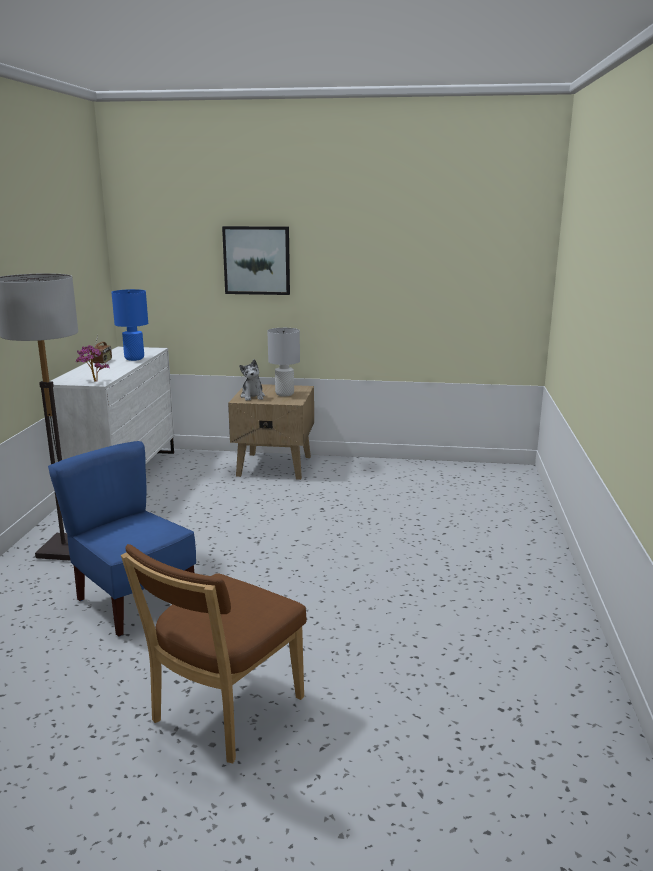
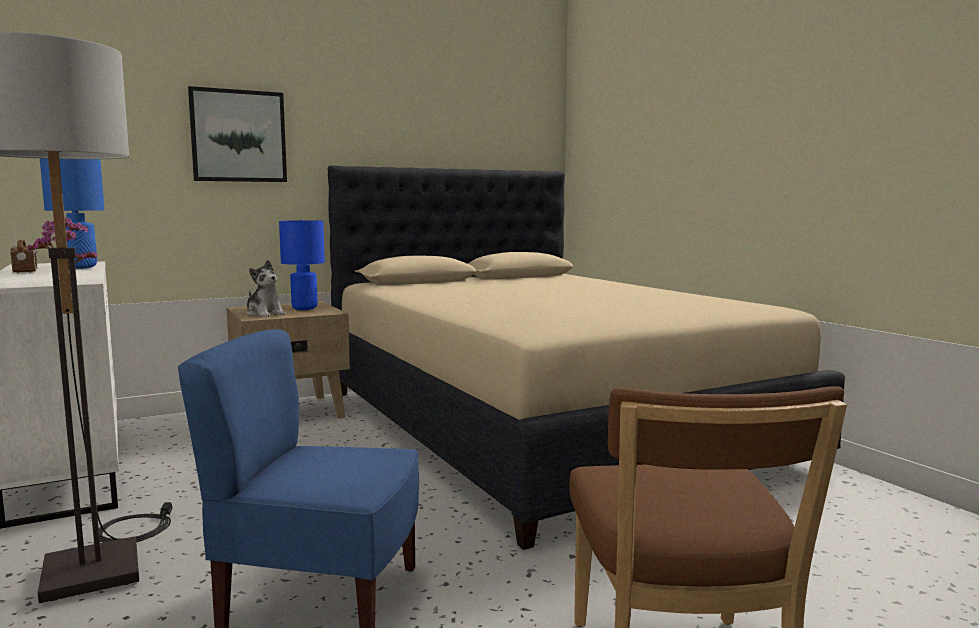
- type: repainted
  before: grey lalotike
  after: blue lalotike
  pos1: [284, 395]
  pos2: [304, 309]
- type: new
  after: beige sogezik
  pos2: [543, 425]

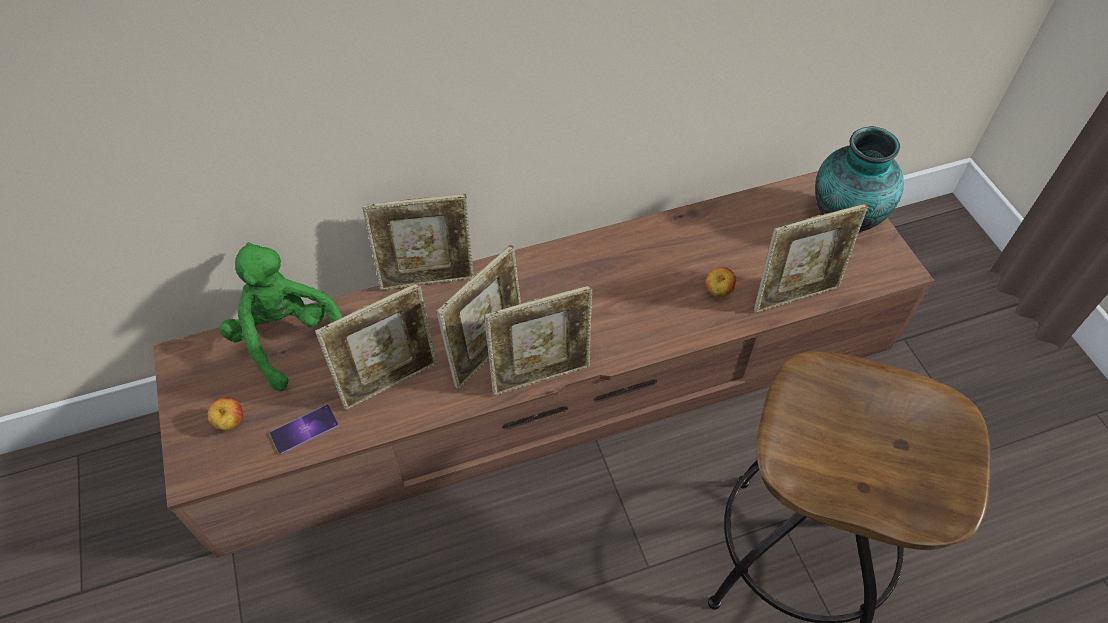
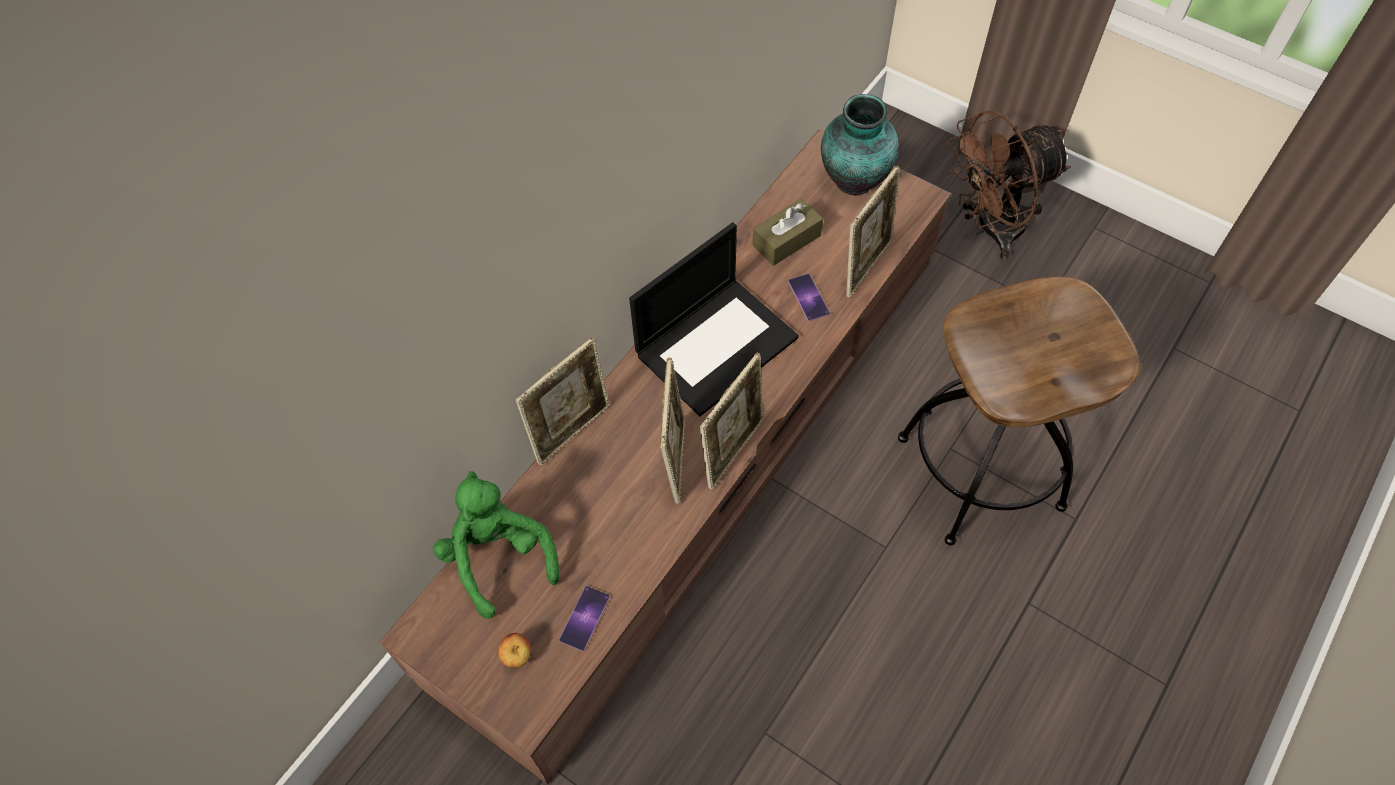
- type: rotated
  before: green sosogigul
  pos1: [288, 338]
  pos2: [498, 557]
  turn: 45
- type: swapped
  before: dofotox
  after: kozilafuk
  pos1: [718, 292]
  pos2: [808, 297]
- type: gone
  before: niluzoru
  pos1: [390, 381]
- type: new
  after: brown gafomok
  pos2: [989, 229]
- type: new
  after: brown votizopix
  pos2: [786, 240]
- type: new
  after: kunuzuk
  pos2: [716, 344]

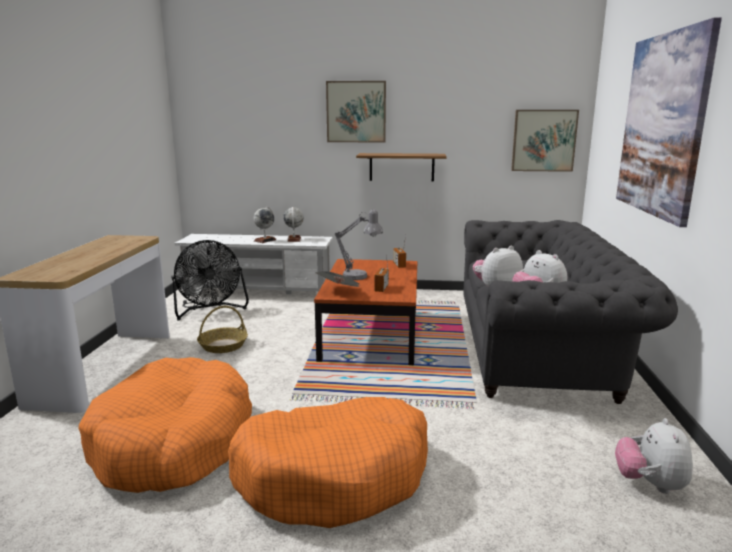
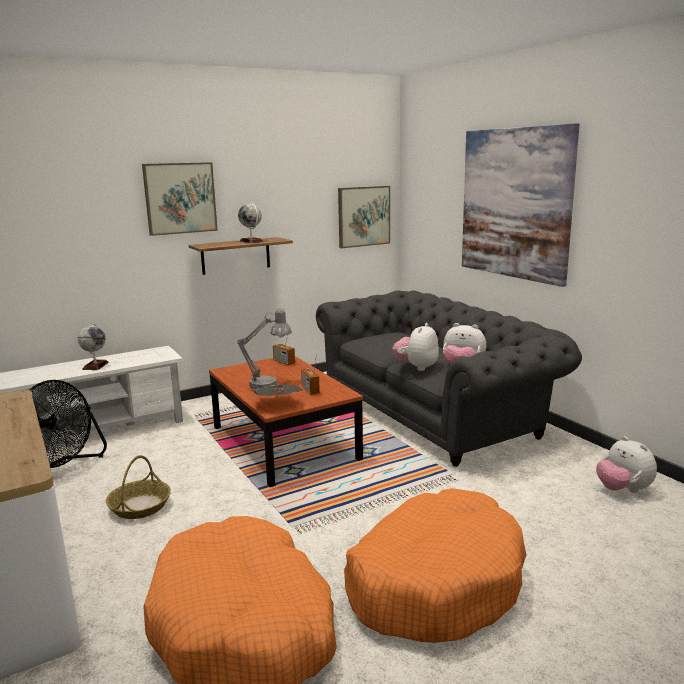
- type: shifted
  before: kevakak
  pos1: [294, 239]
  pos2: [251, 241]

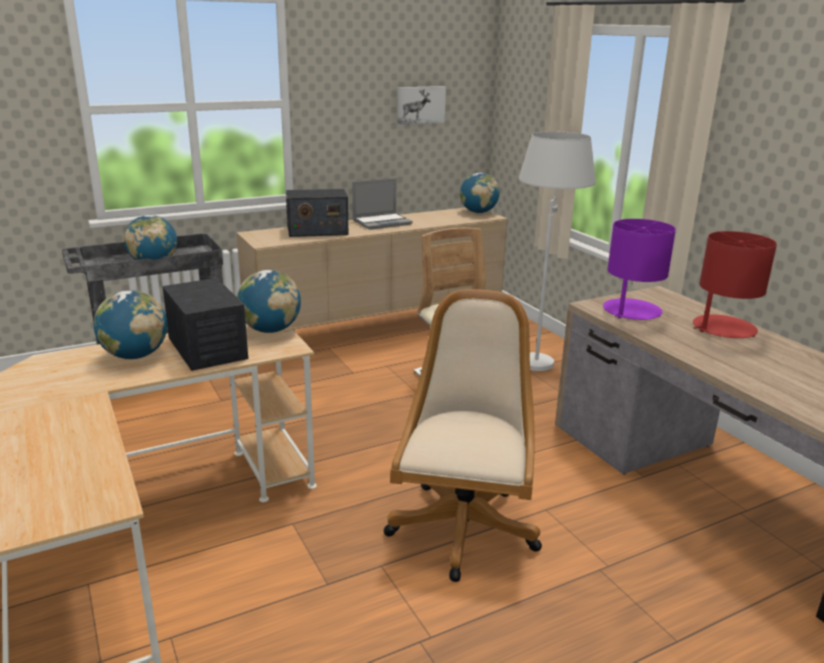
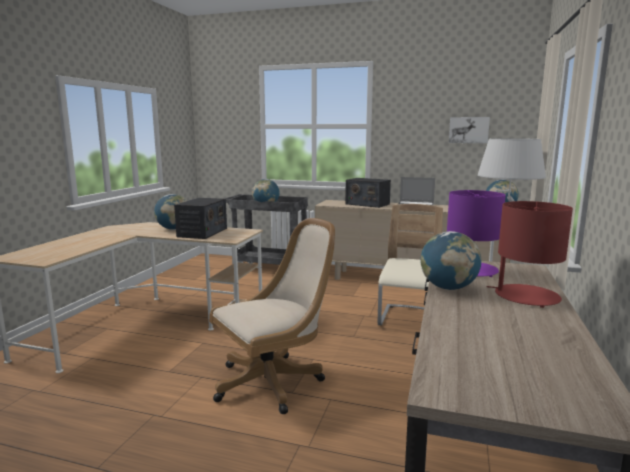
- type: shifted
  before: kevakak
  pos1: [270, 330]
  pos2: [448, 288]

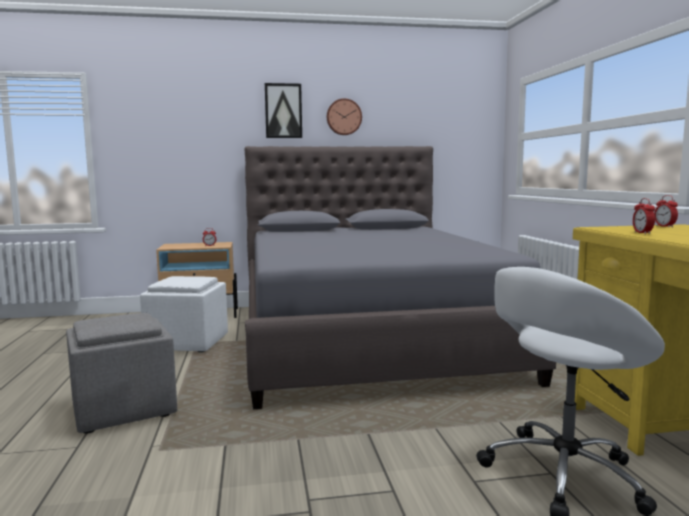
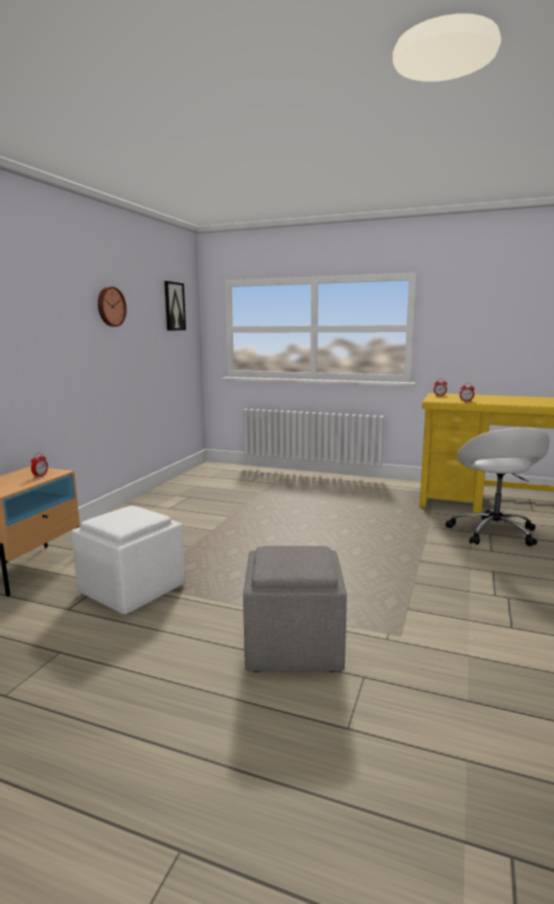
- type: shifted
  before: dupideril
  pos1: [283, 111]
  pos2: [174, 306]
- type: gone
  before: grey sogezik
  pos1: [366, 337]

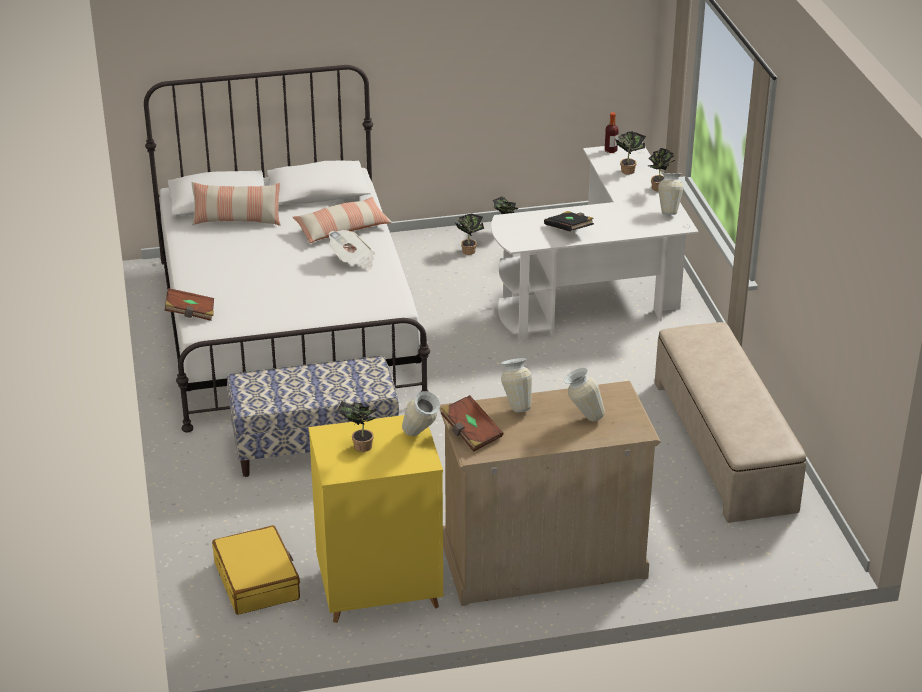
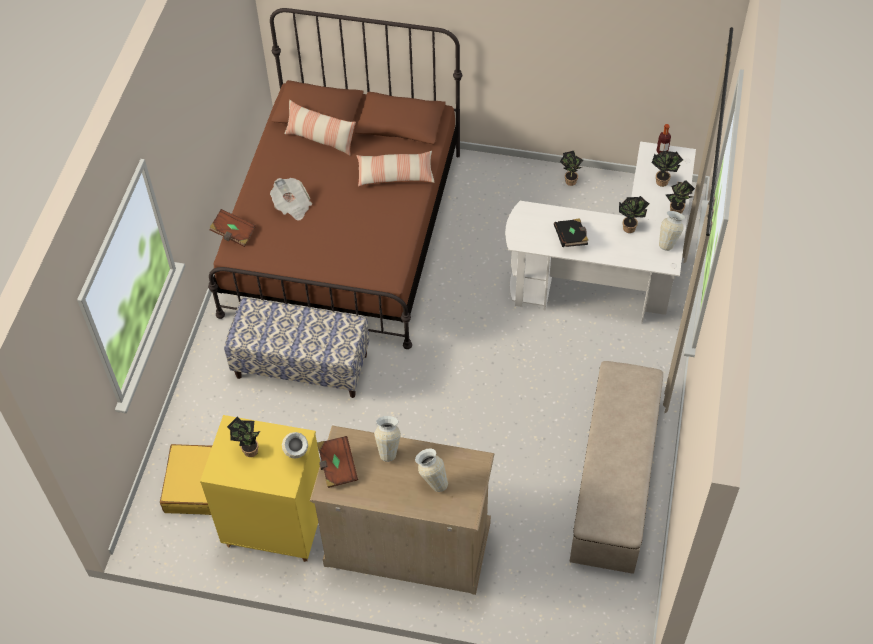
- type: repainted
  before: white sogezik
  after: brown sogezik
  pos1: [287, 327]
  pos2: [344, 232]
- type: shifted
  before: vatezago
  pos1: [469, 250]
  pos2: [630, 227]
- type: shifted
  before: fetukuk
  pos1: [352, 260]
  pos2: [292, 206]

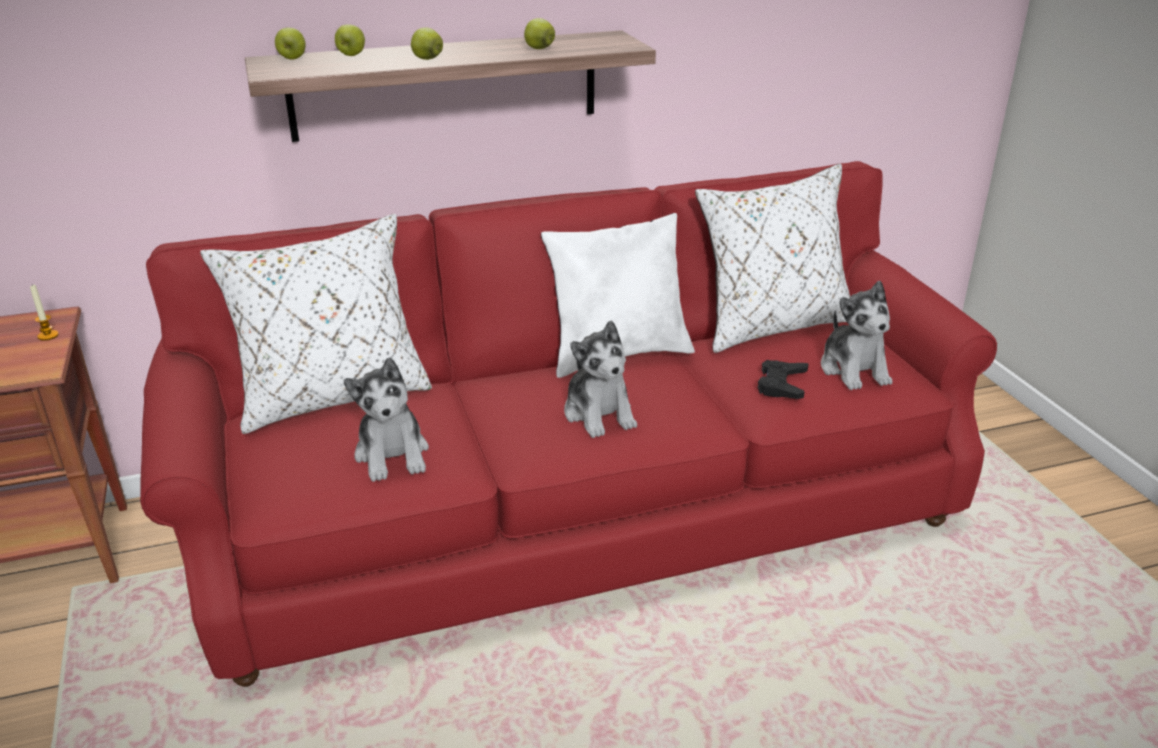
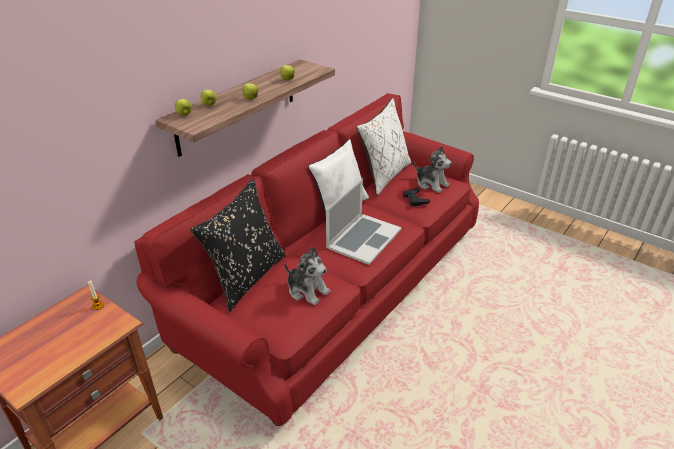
- type: repainted
  before: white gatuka
  after: black gatuka
  pos1: [332, 397]
  pos2: [246, 277]
- type: swapped
  before: sosogigul
  after: kunuzuk
  pos1: [599, 414]
  pos2: [363, 238]

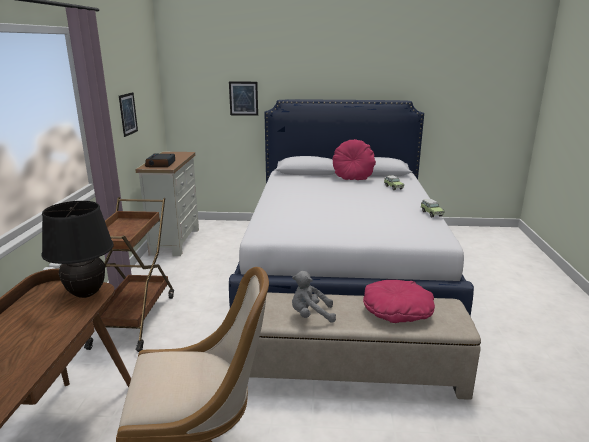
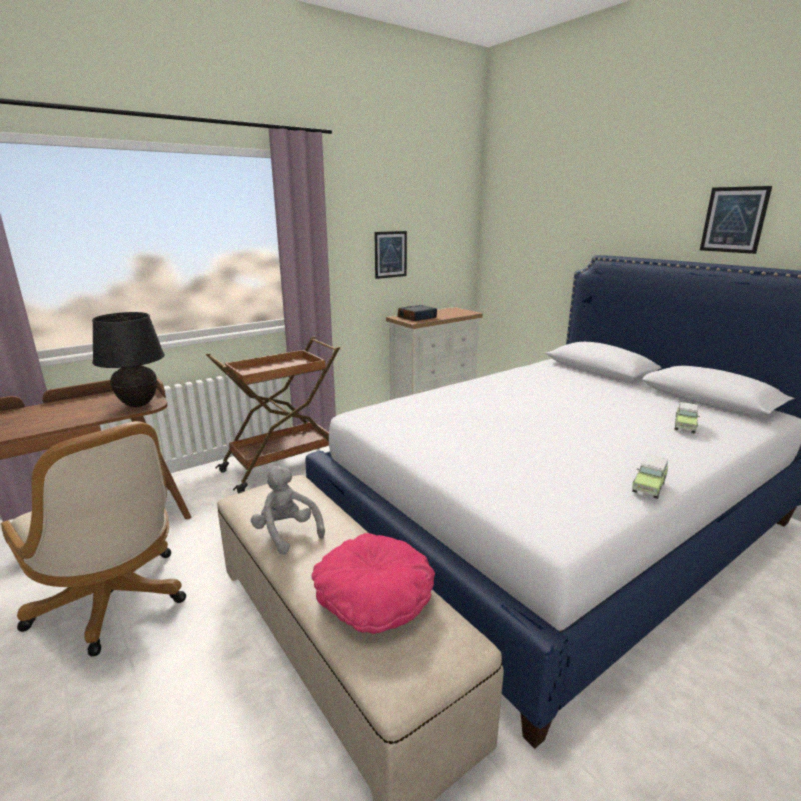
- type: shifted
  before: dupideril
  pos1: [243, 98]
  pos2: [734, 220]
- type: gone
  before: pink gatuka
  pos1: [353, 179]

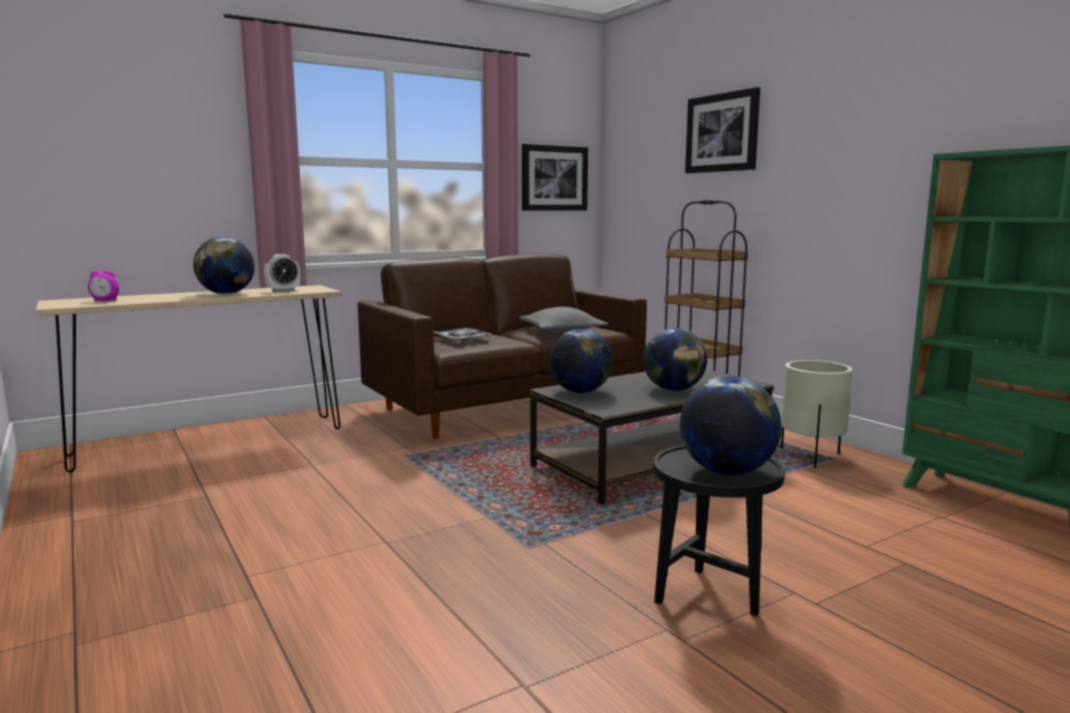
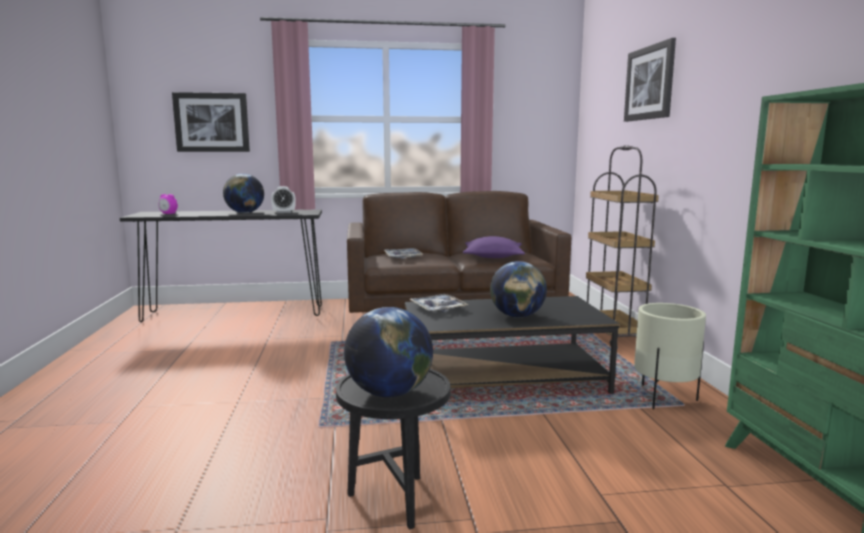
- type: shifted
  before: dupideril
  pos1: [554, 178]
  pos2: [212, 122]
- type: repainted
  before: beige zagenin
  after: black zagenin
  pos1: [211, 441]
  pos2: [234, 313]
- type: repainted
  before: grey gatuka
  after: purple gatuka
  pos1: [562, 331]
  pos2: [493, 257]
- type: swapped
  before: kevakak
  after: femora
  pos1: [580, 392]
  pos2: [438, 308]

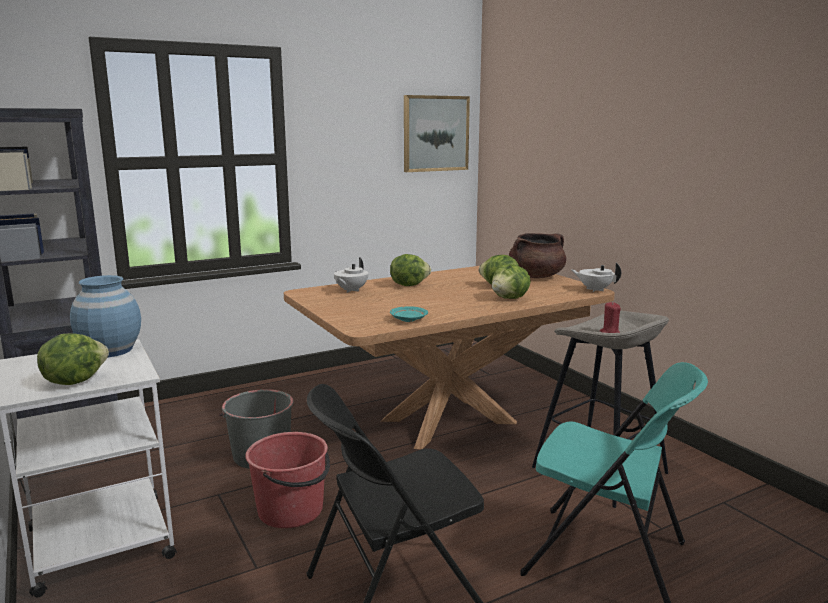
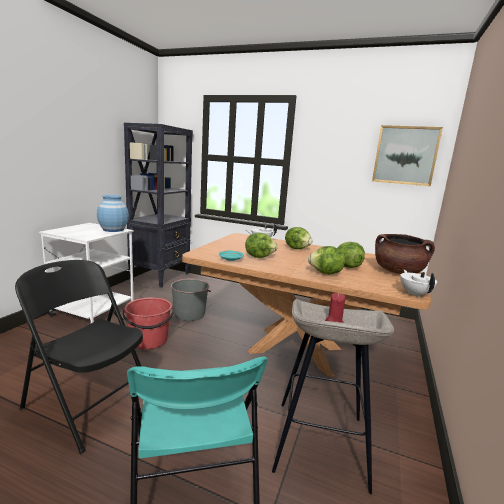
- type: shifted
  before: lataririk
  pos1: [74, 381]
  pos2: [259, 256]

